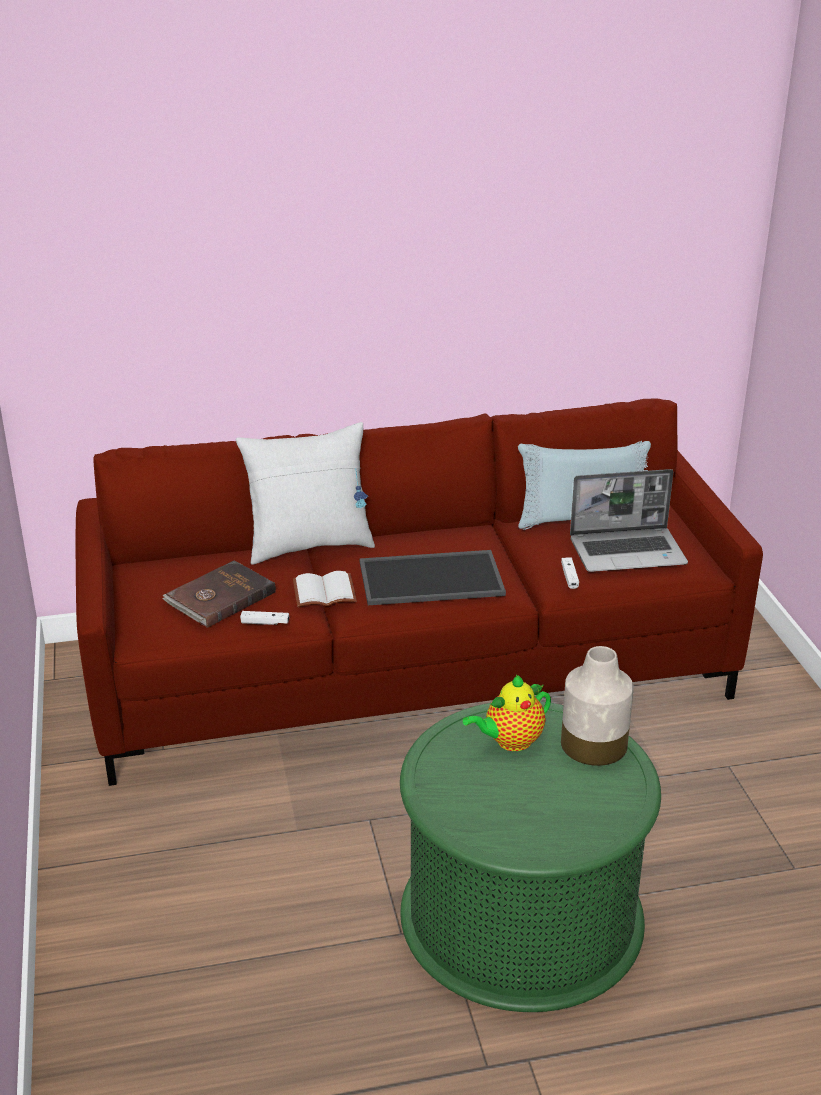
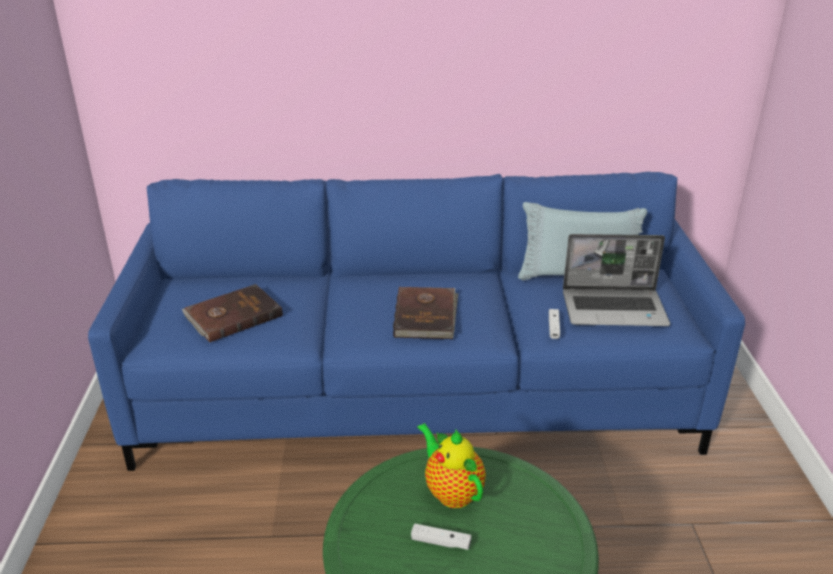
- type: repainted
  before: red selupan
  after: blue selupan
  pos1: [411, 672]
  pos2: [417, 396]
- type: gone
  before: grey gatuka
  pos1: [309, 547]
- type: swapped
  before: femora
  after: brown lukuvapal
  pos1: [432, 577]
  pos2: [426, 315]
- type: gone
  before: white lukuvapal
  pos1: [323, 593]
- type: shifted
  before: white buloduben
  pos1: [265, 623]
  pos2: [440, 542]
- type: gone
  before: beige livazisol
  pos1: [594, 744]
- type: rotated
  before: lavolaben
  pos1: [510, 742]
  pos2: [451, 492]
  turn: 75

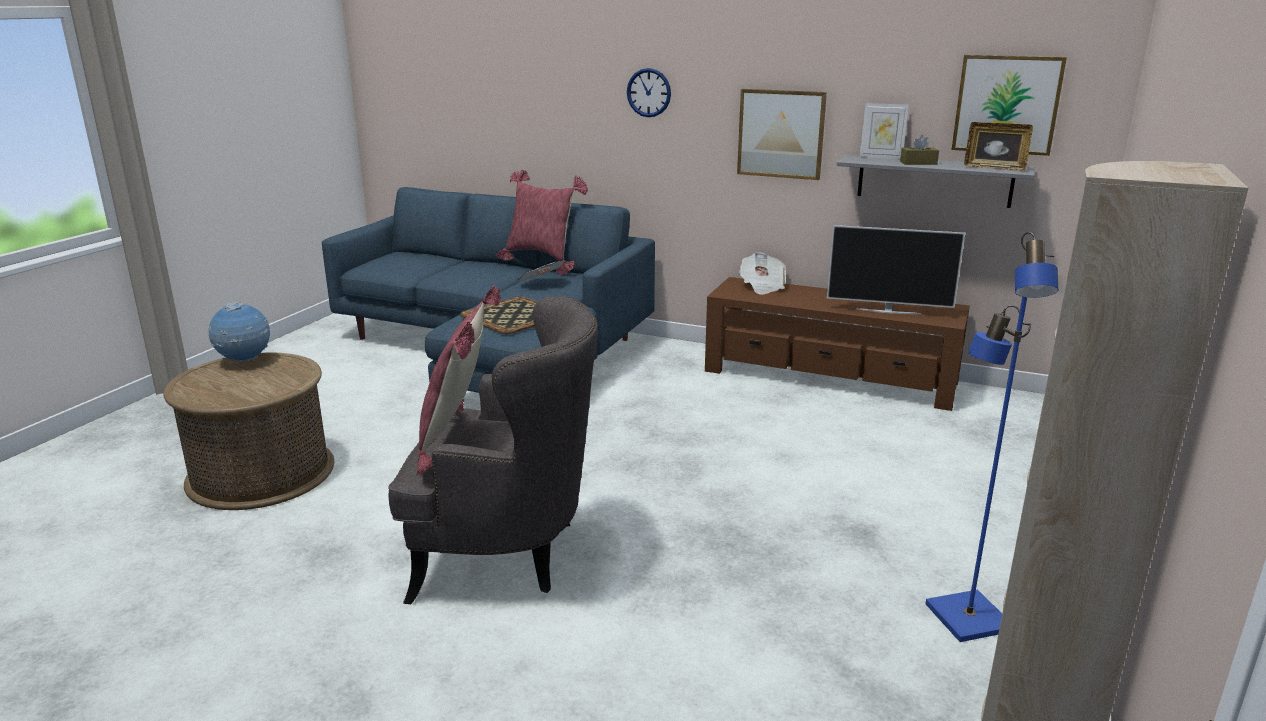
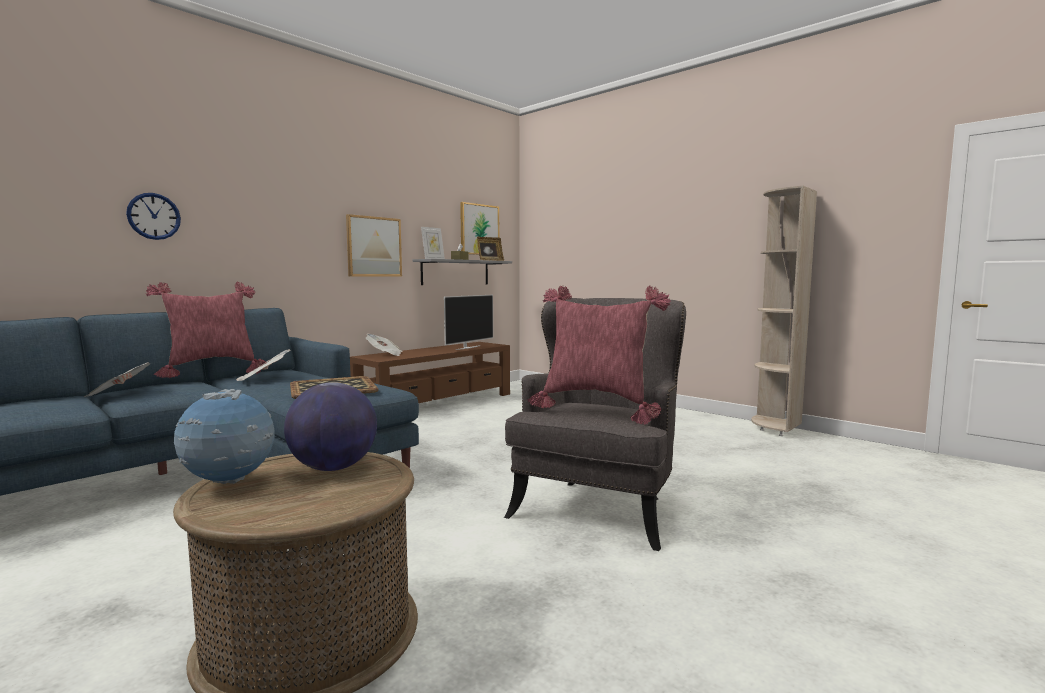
- type: shifted
  before: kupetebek
  pos1: [649, 92]
  pos2: [154, 216]
- type: gone
  before: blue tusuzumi
  pos1: [968, 617]
- type: new
  after: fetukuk
  pos2: [119, 395]
- type: new
  after: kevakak
  pos2: [333, 468]

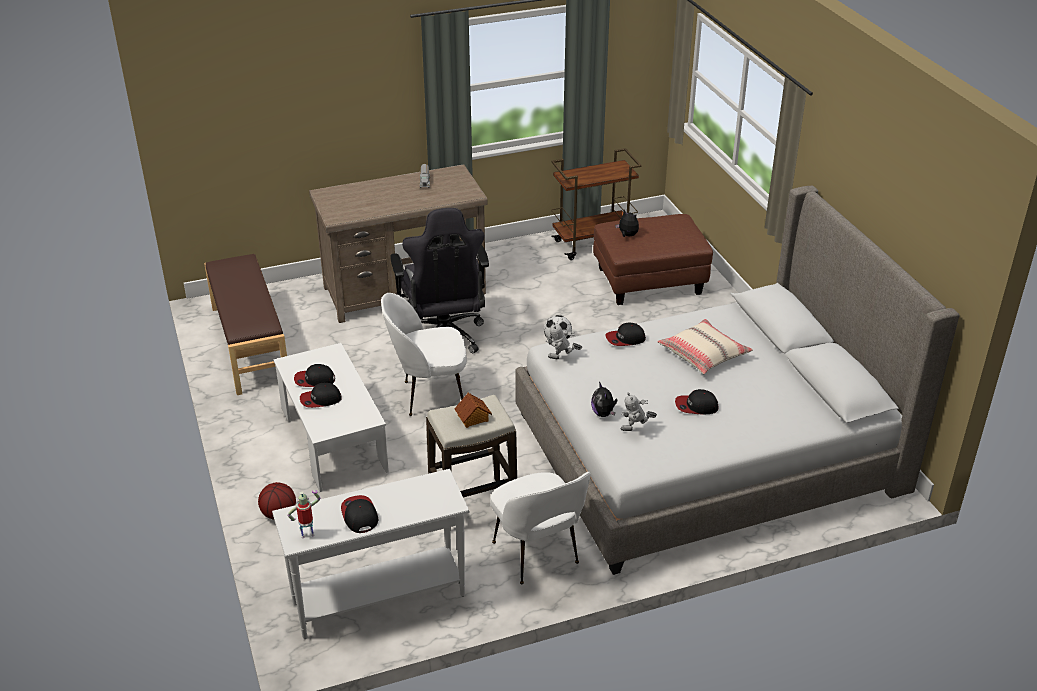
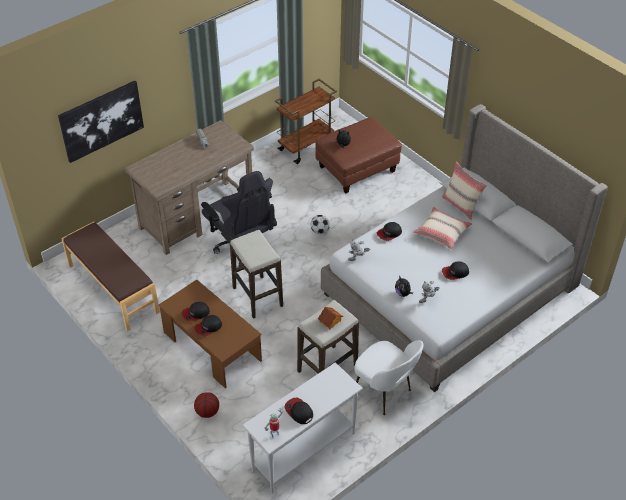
- type: swapped
  before: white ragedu
  after: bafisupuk
  pos1: [428, 396]
  pos2: [257, 297]
- type: repainted
  before: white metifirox
  after: brown metifirox
  pos1: [333, 439]
  pos2: [212, 346]
- type: new
  after: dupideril
  pos2: [101, 120]
- type: new
  after: beige gatuka
  pos2: [461, 205]

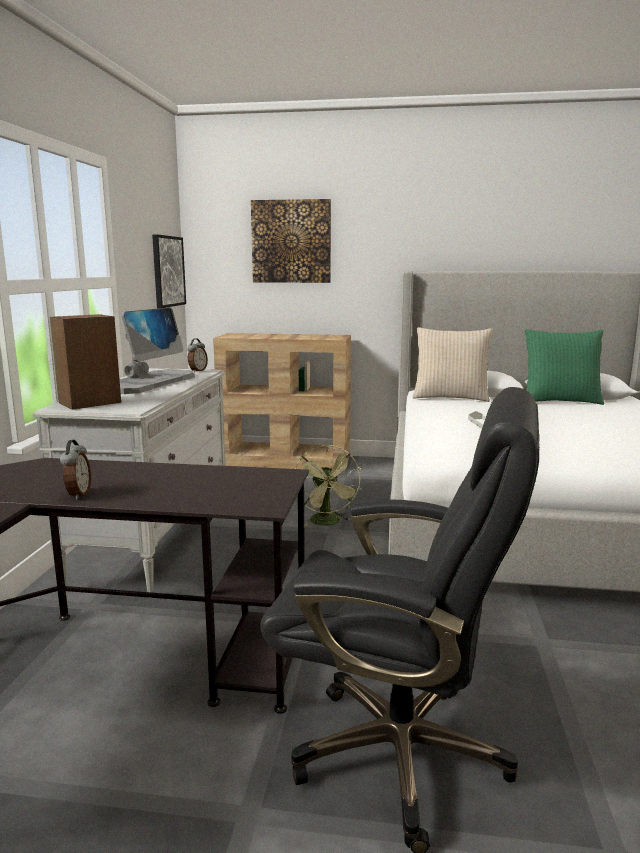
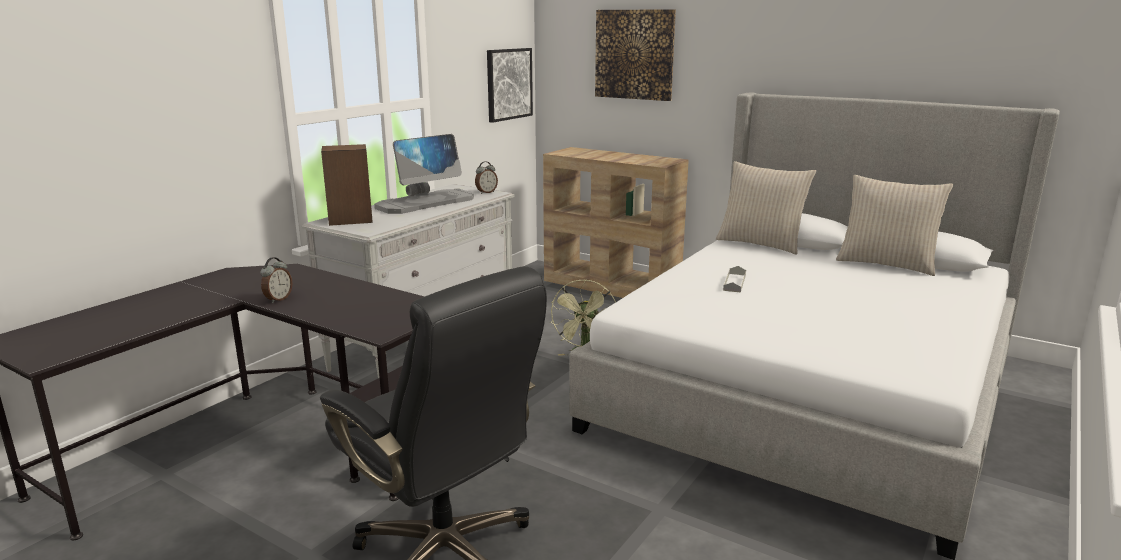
- type: repainted
  before: green gatuka
  after: beige gatuka
  pos1: [560, 401]
  pos2: [886, 264]

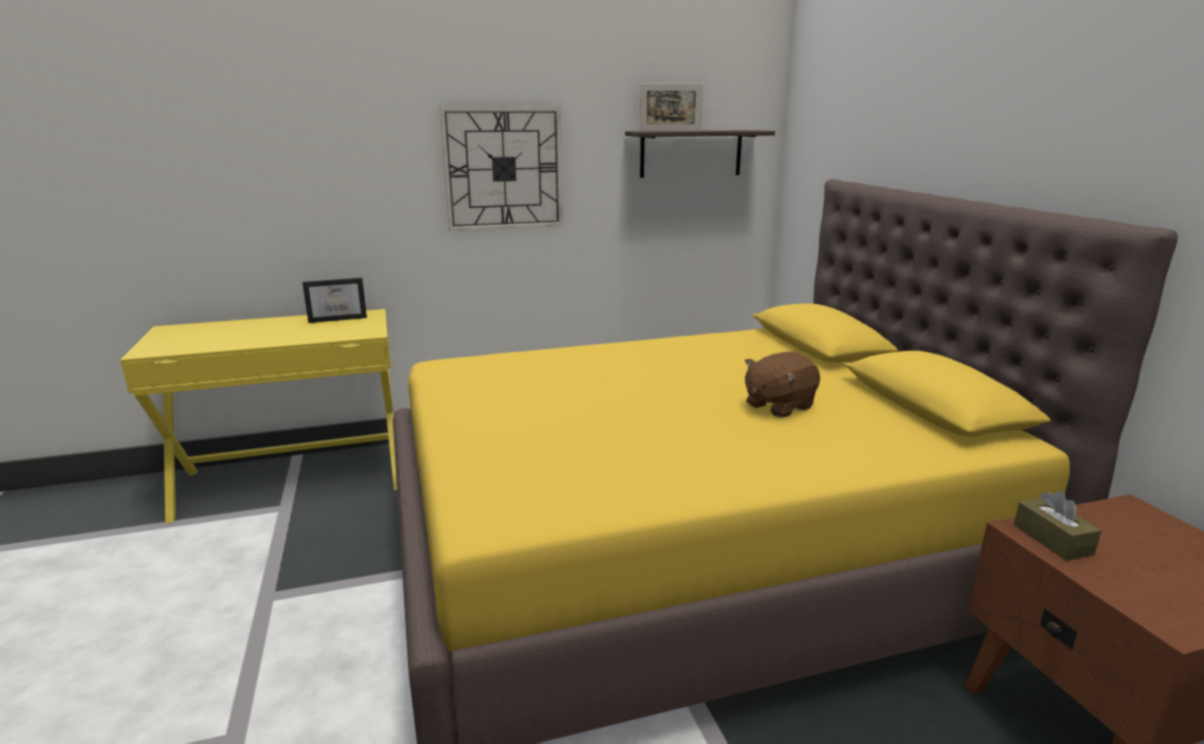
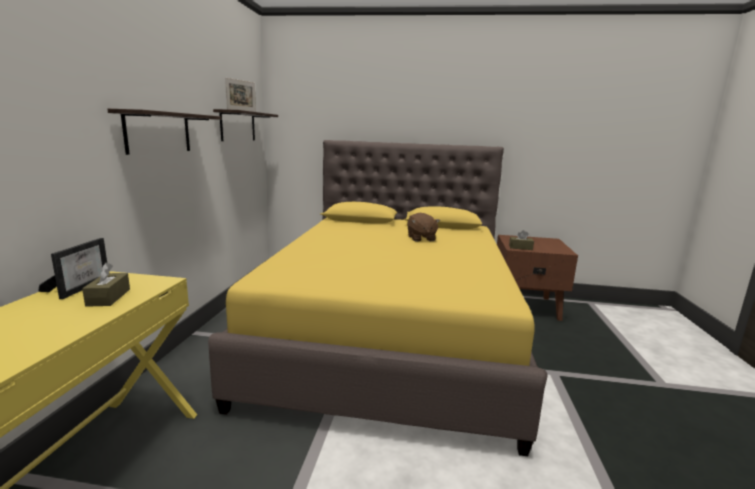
- type: swapped
  before: kupetebek
  after: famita
  pos1: [503, 169]
  pos2: [158, 132]
- type: new
  after: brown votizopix
  pos2: [108, 297]

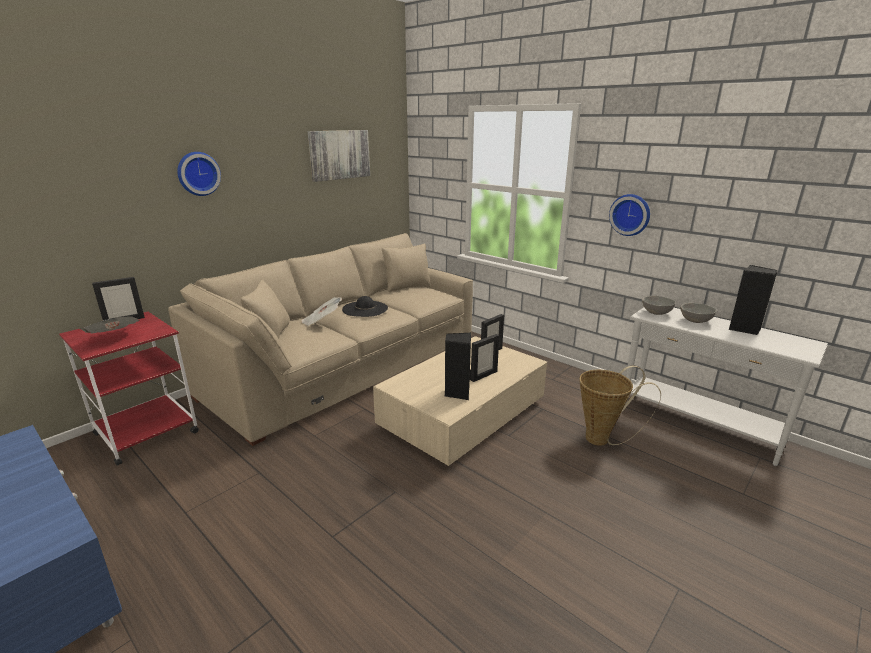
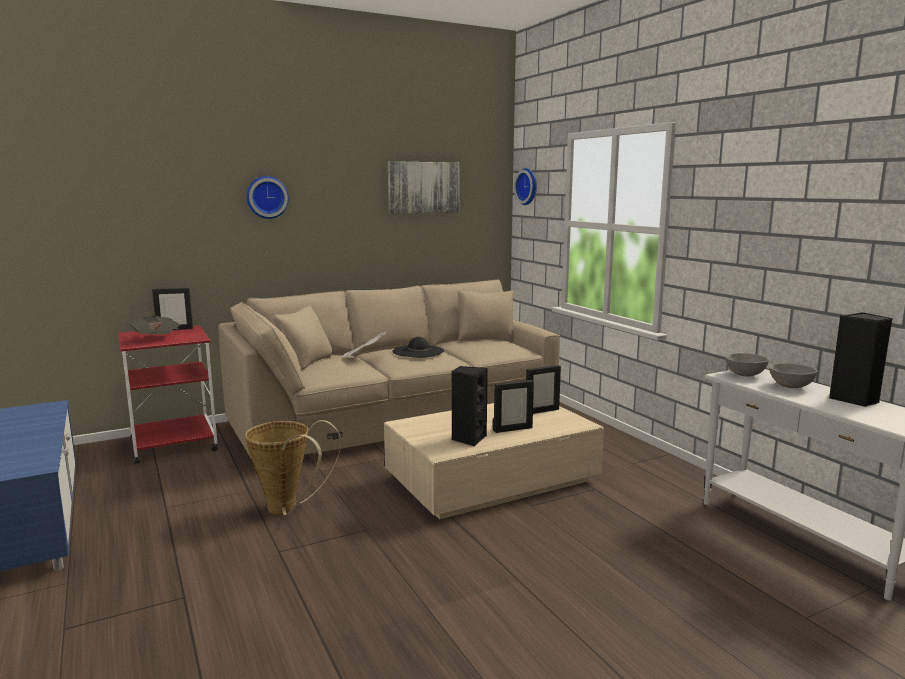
- type: shifted
  before: kupetebek
  pos1: [630, 214]
  pos2: [528, 186]
- type: shifted
  before: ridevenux
  pos1: [603, 439]
  pos2: [288, 510]

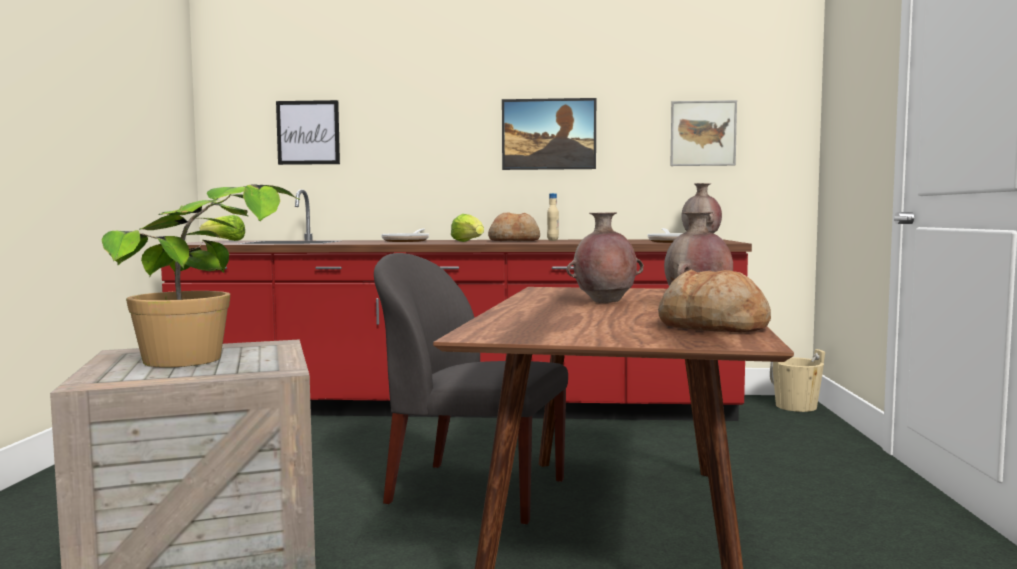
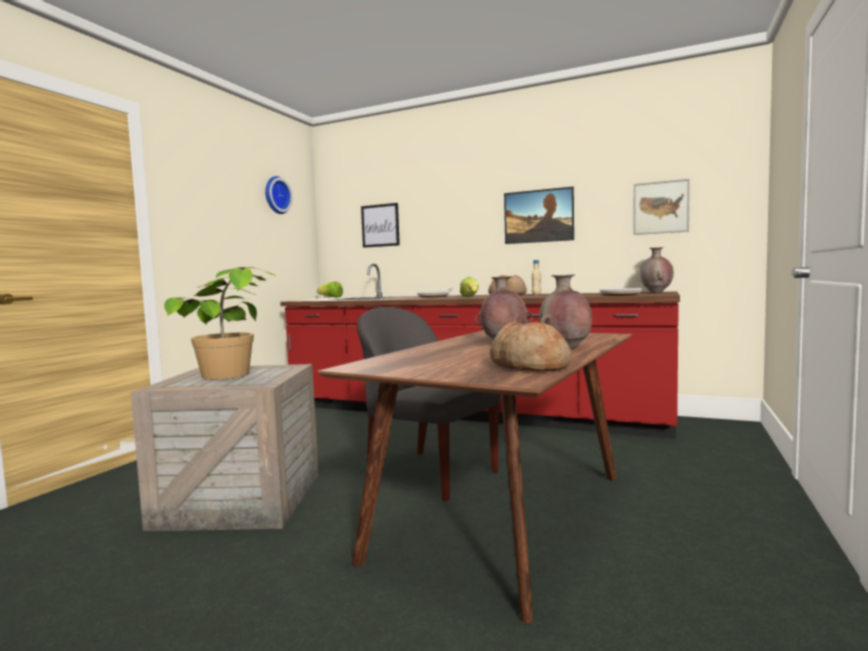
- type: gone
  before: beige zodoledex
  pos1: [796, 406]
- type: new
  after: kupetebek
  pos2: [276, 195]

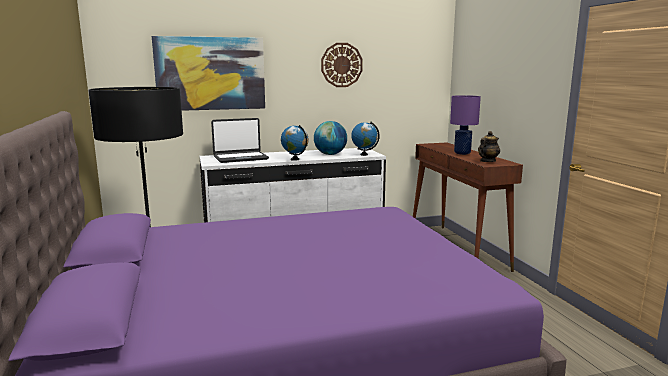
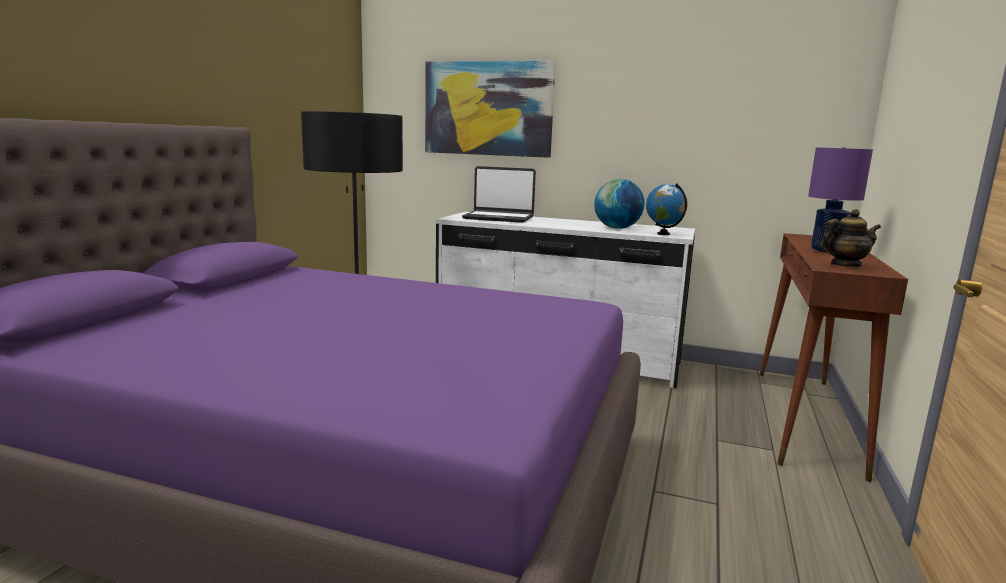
- type: gone
  before: kupetebek
  pos1: [341, 65]
- type: gone
  before: kevakak
  pos1: [295, 159]

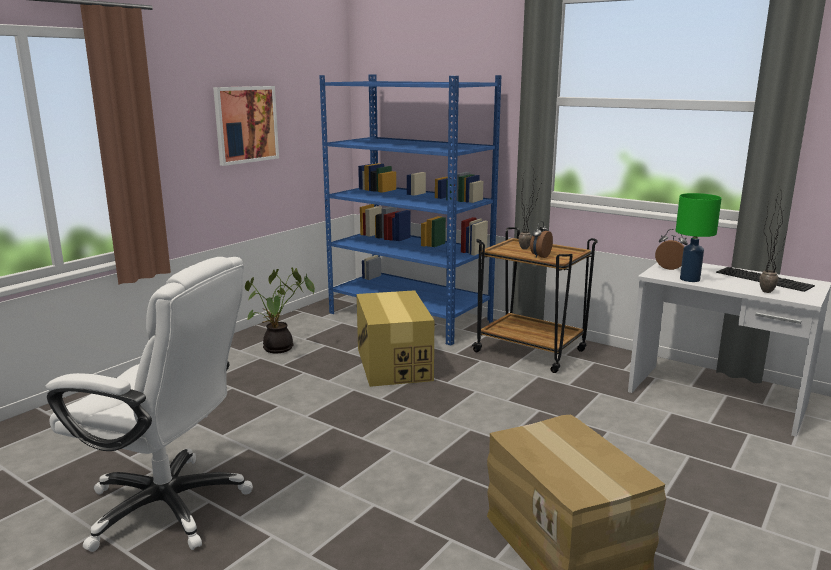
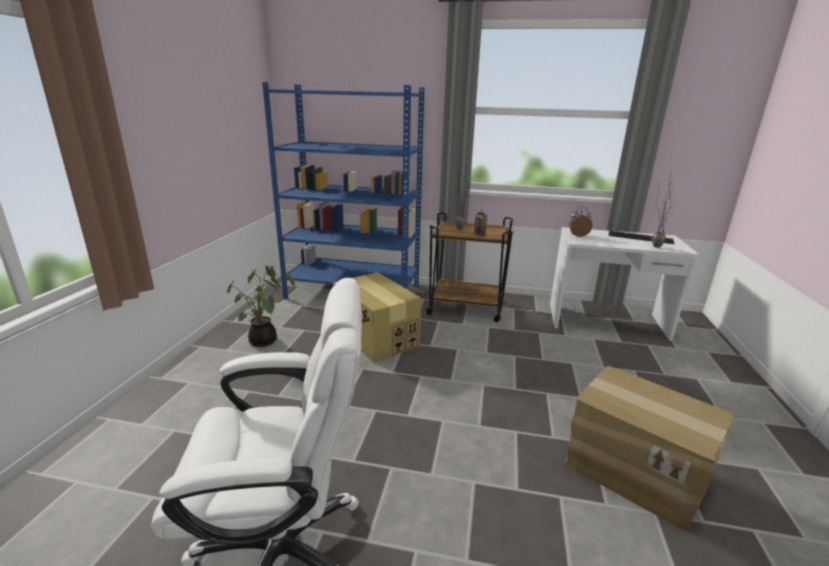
- type: gone
  before: dupideril
  pos1: [246, 124]
- type: gone
  before: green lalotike
  pos1: [689, 279]

